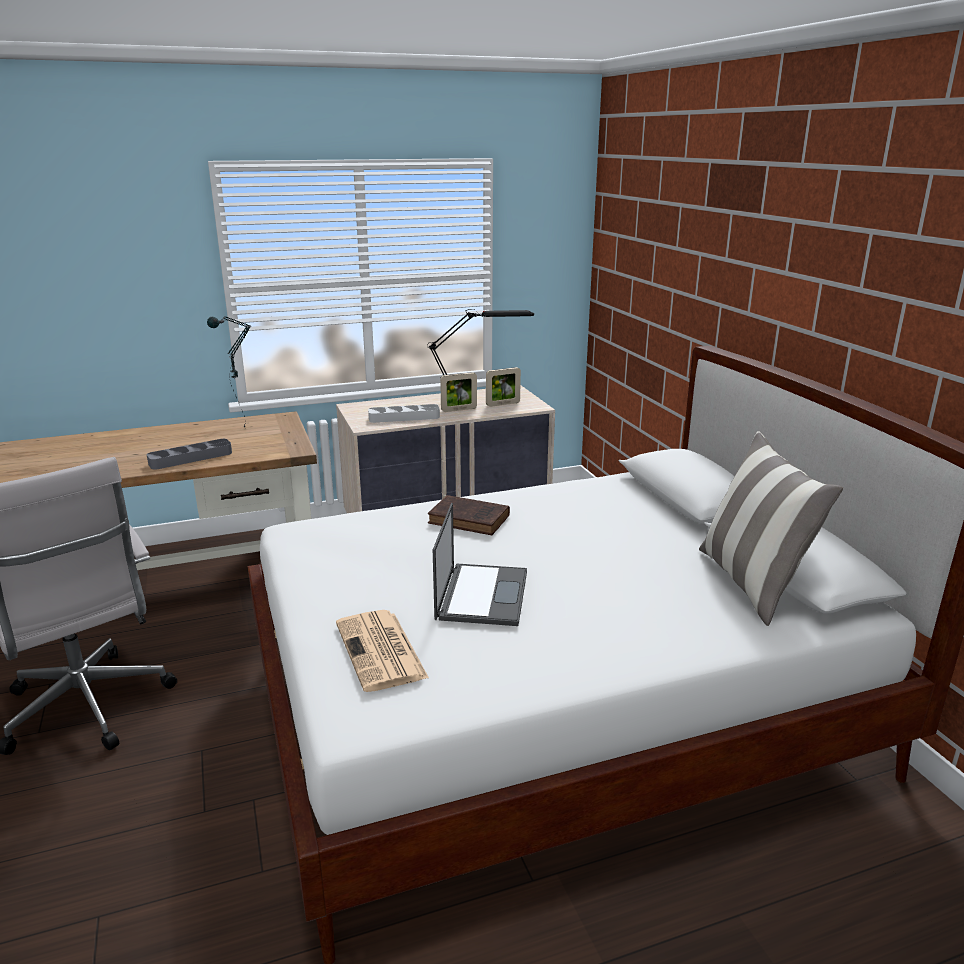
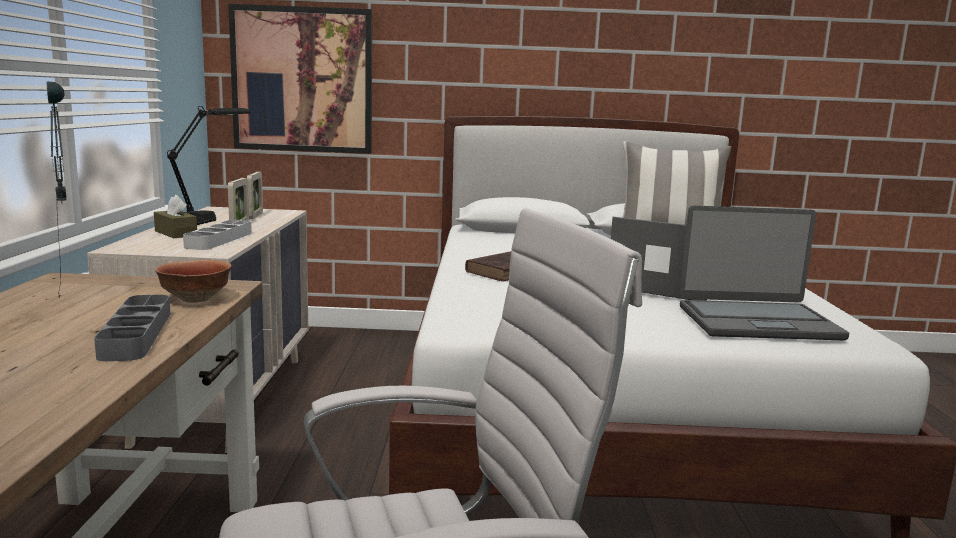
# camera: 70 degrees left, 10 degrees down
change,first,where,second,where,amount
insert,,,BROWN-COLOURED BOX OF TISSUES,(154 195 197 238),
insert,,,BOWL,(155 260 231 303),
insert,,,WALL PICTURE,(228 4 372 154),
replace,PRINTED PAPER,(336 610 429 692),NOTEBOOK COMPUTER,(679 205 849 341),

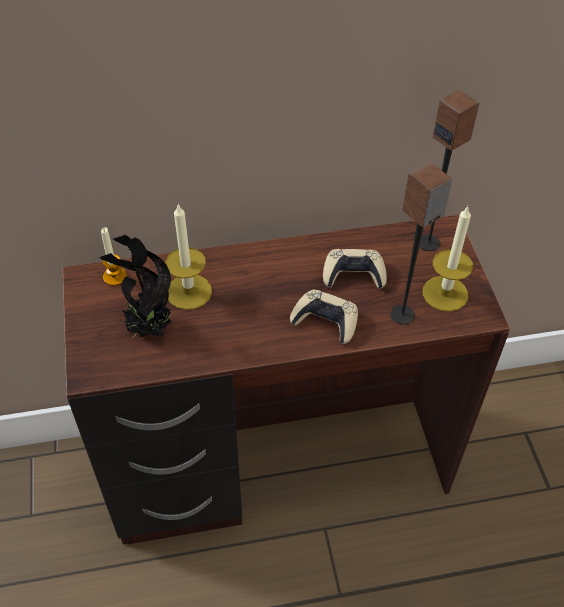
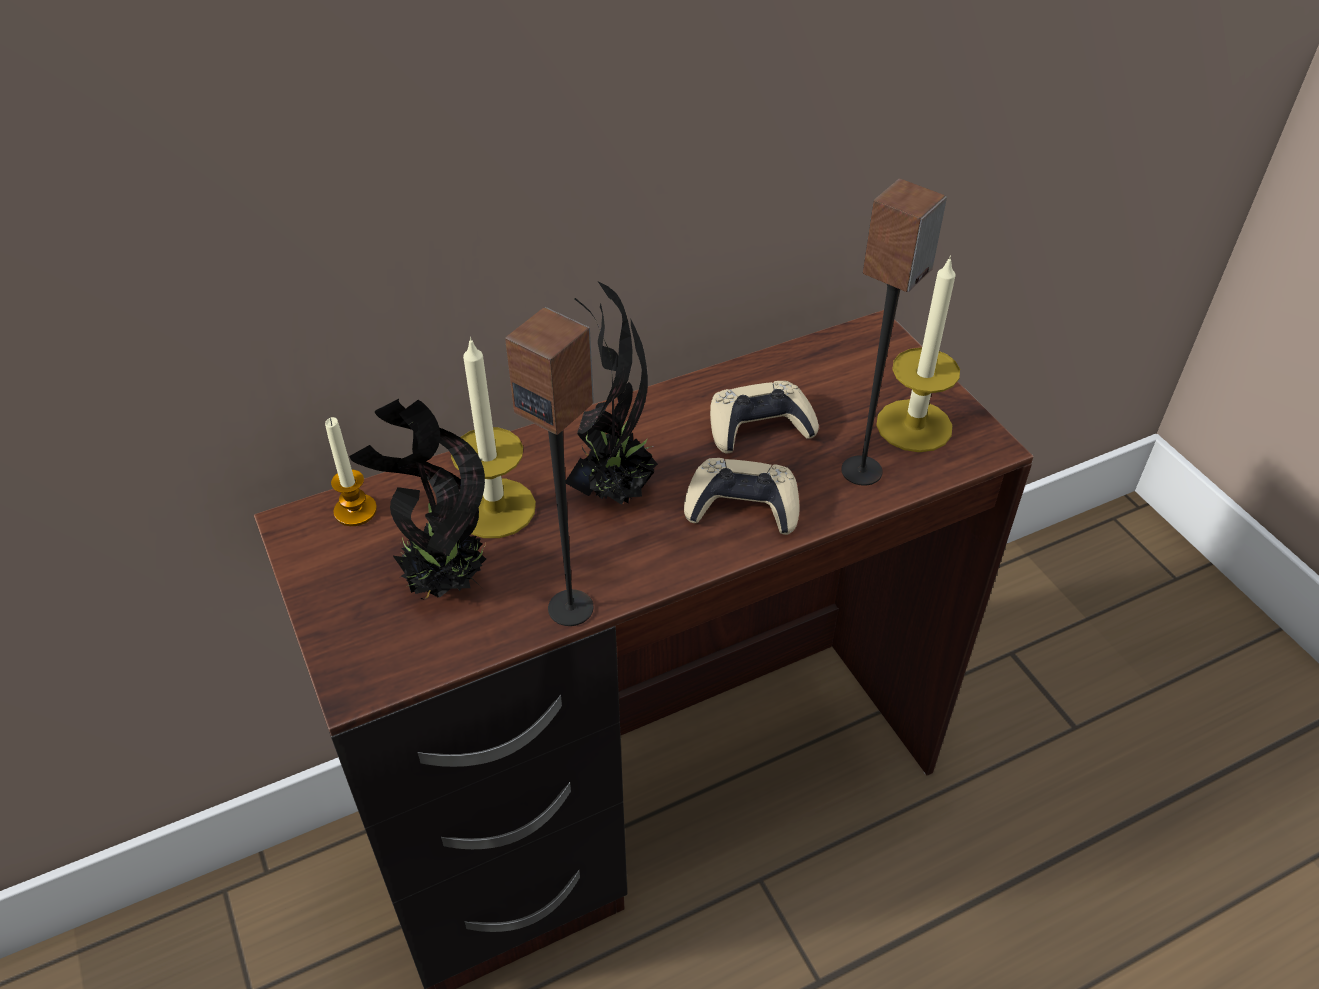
# camera: 15 degrees left, 5 degrees down
change,first,where,second,where,amount
move,LOUDSPEAKER,(419 90 480 251),,(505 307 594 626),
insert,,,PLANT IN A POT,(565 282 658 505),

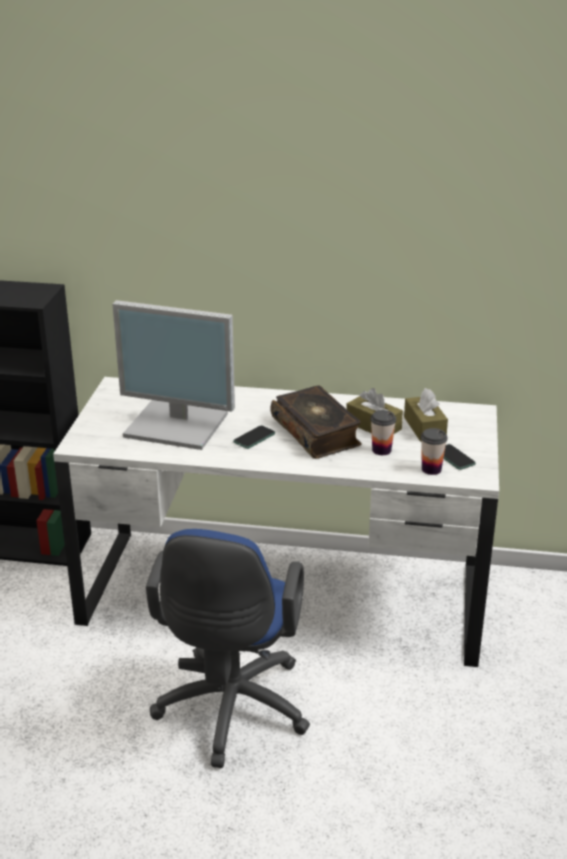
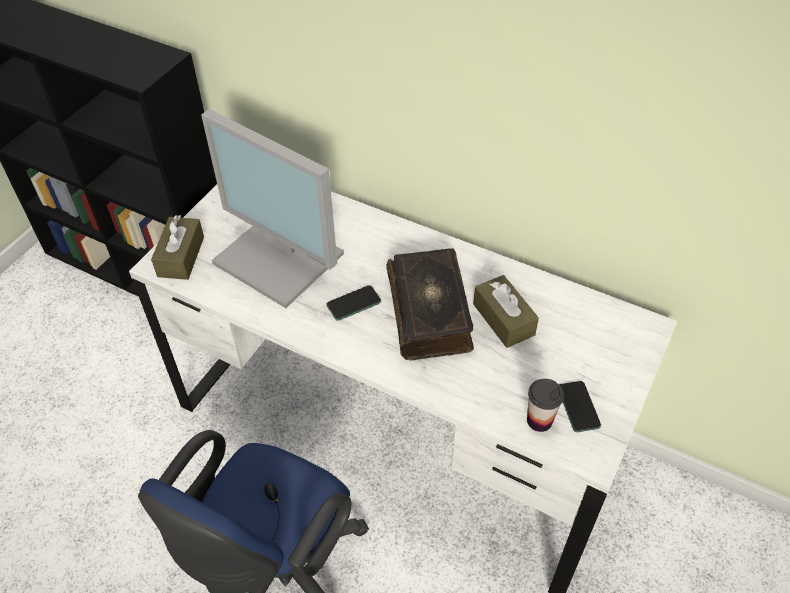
# camera: 20 degrees right, 20 degrees up
change,first,where,second,where,amount
move,BROWN-COLOURED BOX OF TISSUES,(404 388 448 442),,(151 215 204 280),
delete,CUP,(371 410 396 455),,,

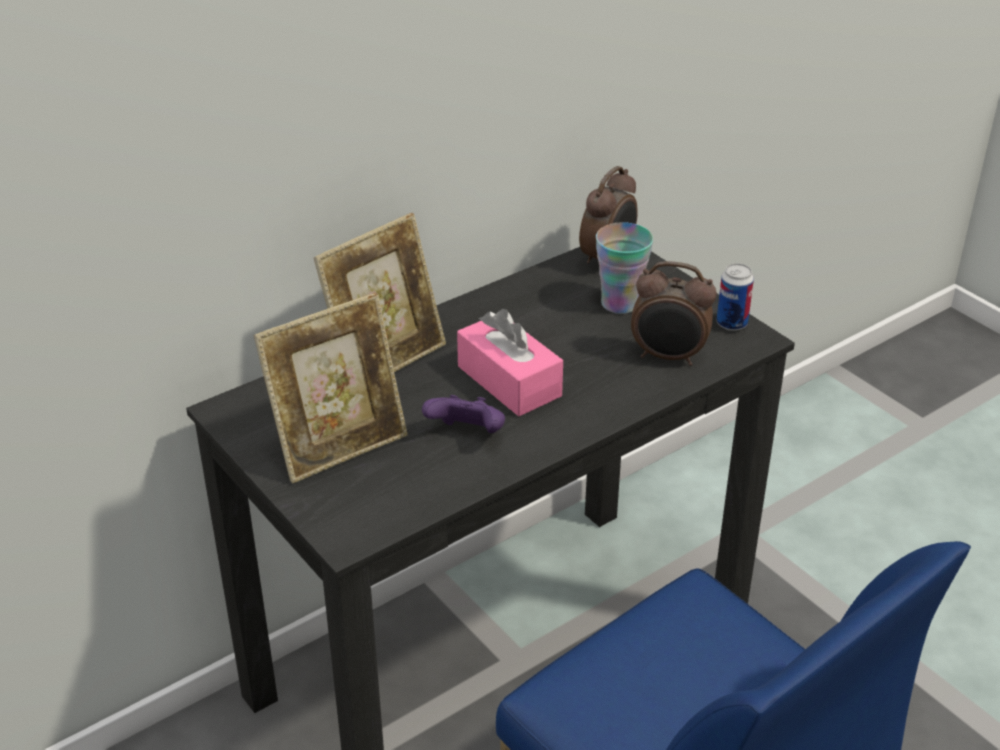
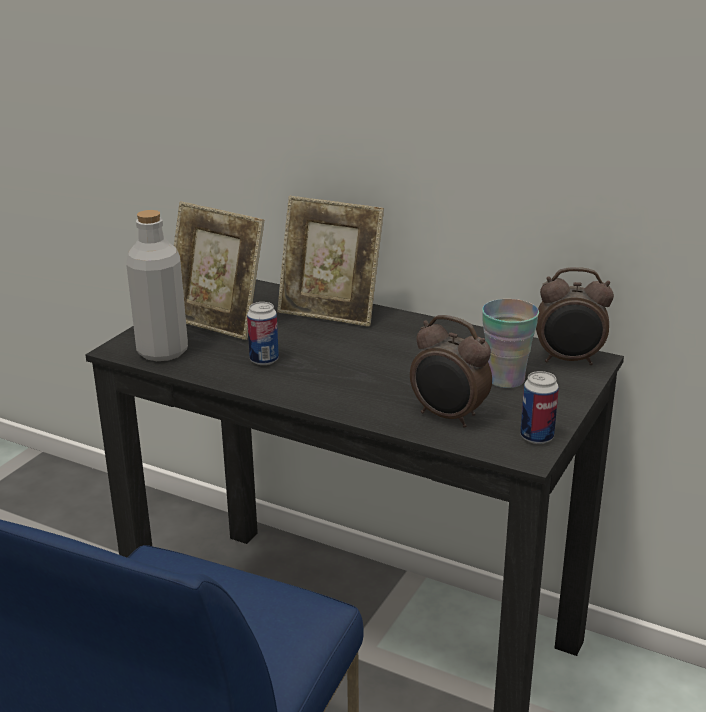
# camera: 65 degrees right, 10 degrees down
change,first,where,second,where,amount
insert,,,GRAY BOTTLE,(126 210 188 361),
replace,PURPLE-COLOURED JOYPAD,(422 395 505 433),METAL CAN,(247 302 279 365),
rotate,BEDSIDE CLOCK,(631 261 717 366),,(410 315 492 428),45 degrees counterclockwise
delete,PINK BOX OF TISSUES,(457 309 563 416),,,

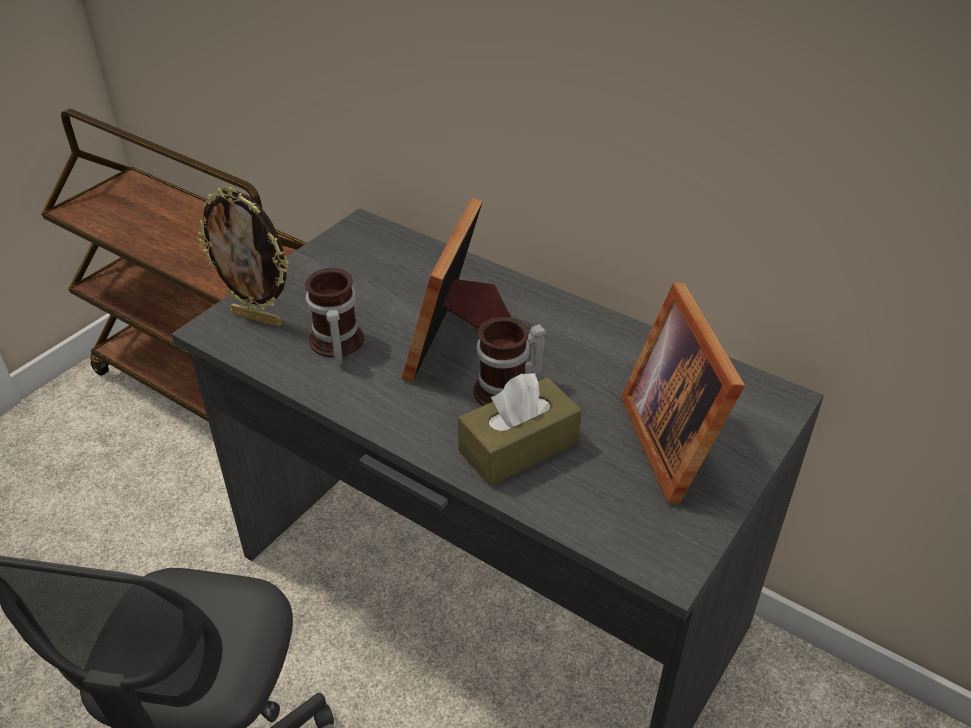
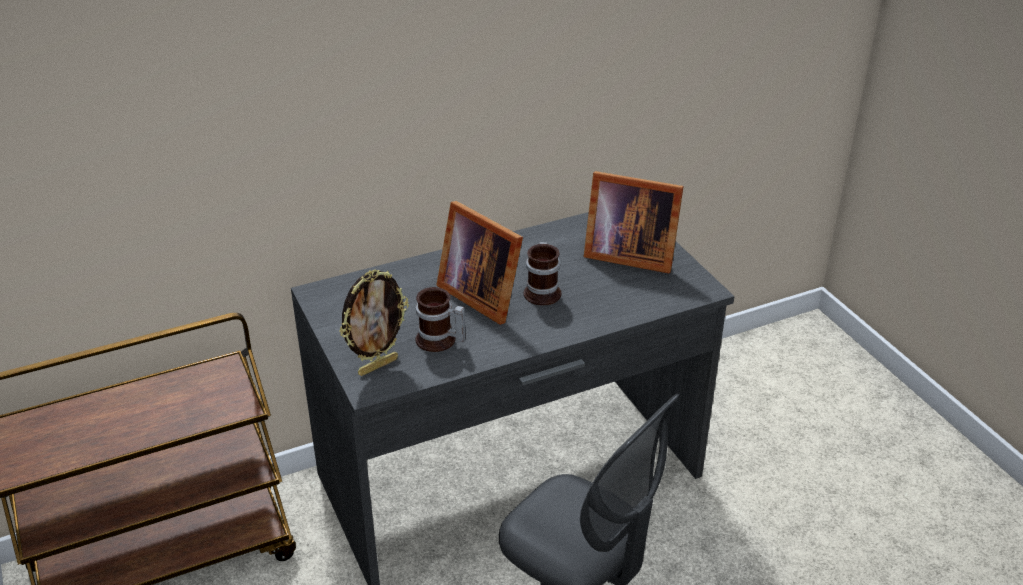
# camera: 60 degrees left, 5 degrees down
change,first,where,second,where,amount
delete,BROWN-COLOURED BOX OF TISSUES,(458 373 582 486),,,

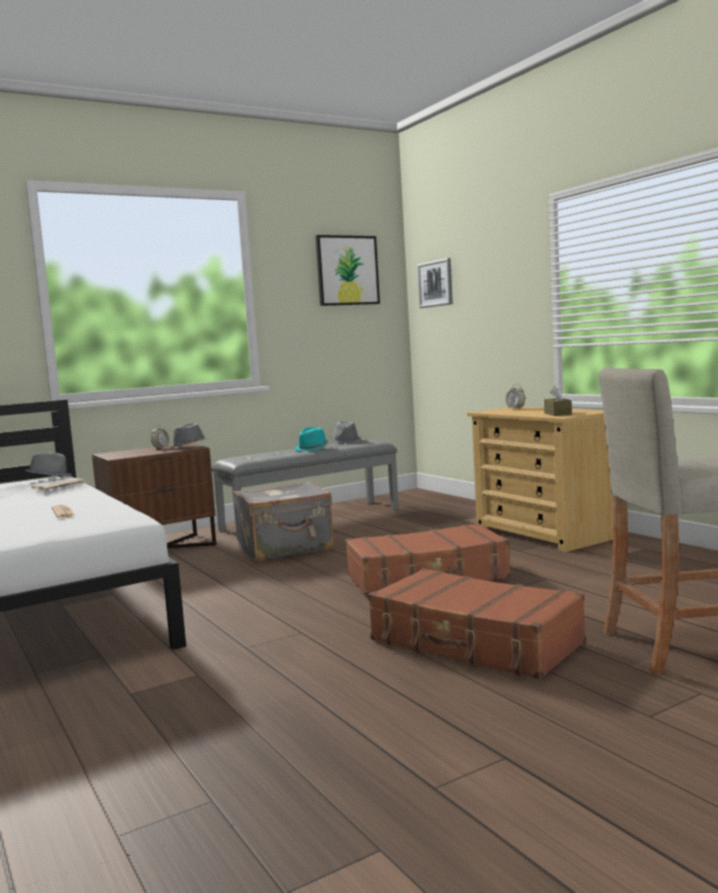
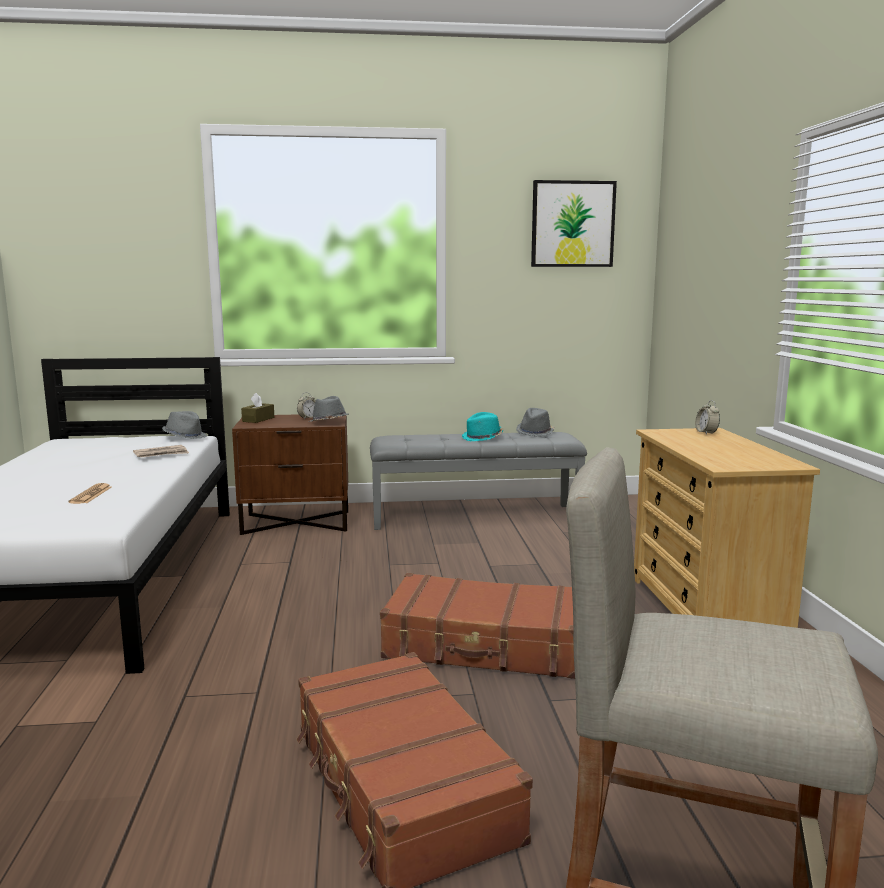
# camera: 25 degrees right, 5 degrees up
change,first,where,second,where,amount
move,BROWN-COLOURED BOX OF TISSUES,(544 386 572 416),,(241 393 274 423),
delete,GRAY TRAVEL CASE,(233 481 334 562),,,
delete,WALL PICTURE,(417 258 453 308),,,

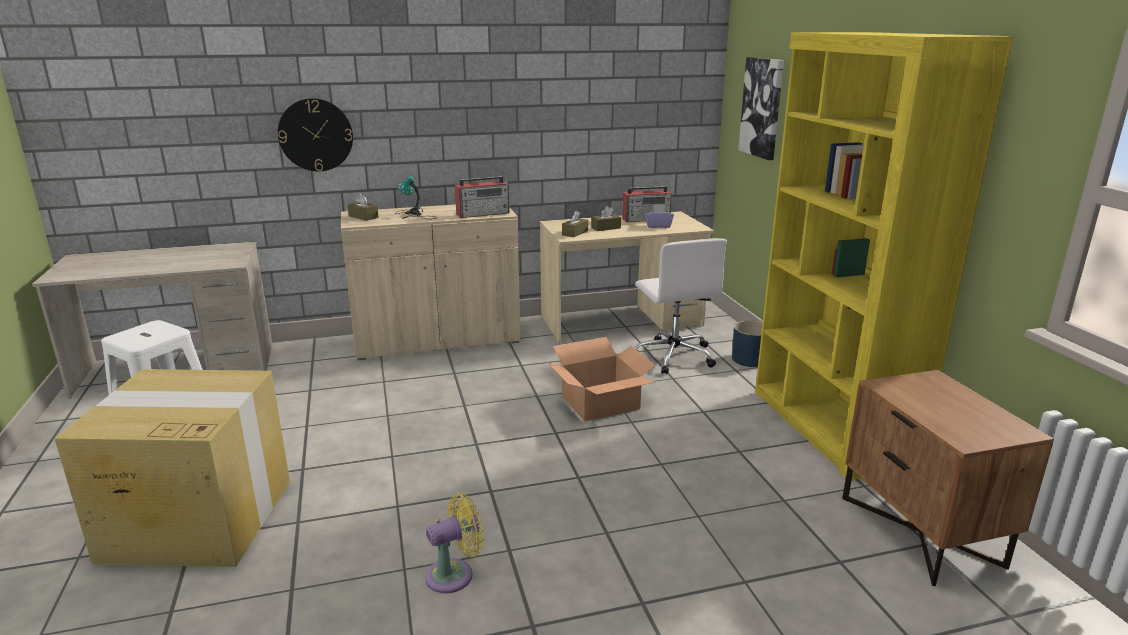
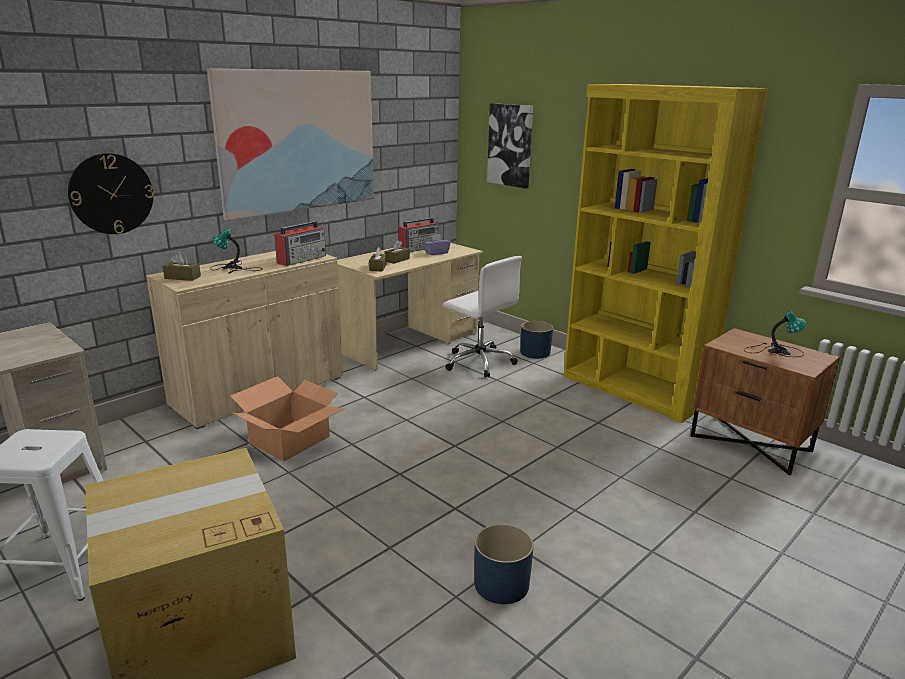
# camera: 30 degrees left, 0 degrees up
change,first,where,second,where,amount
insert,,,WALL PICTURE,(207 68 374 220),
move,CARDBOARD BOX,(547 337 656 422),,(230 376 345 461),
replace,YELLOW-COLOURED ELECTRIC FAN,(425 493 484 593),BLUISH PLANT POT,(474 524 534 604),
insert,,,TABLETOP LAMP,(744 311 807 357),

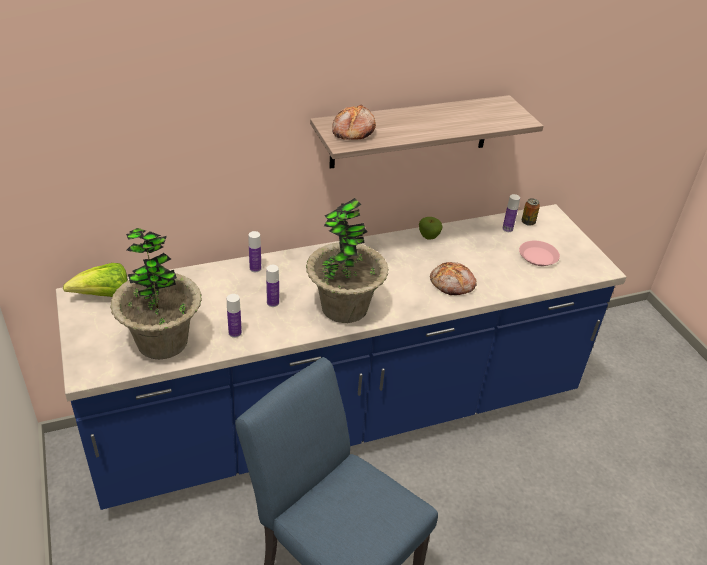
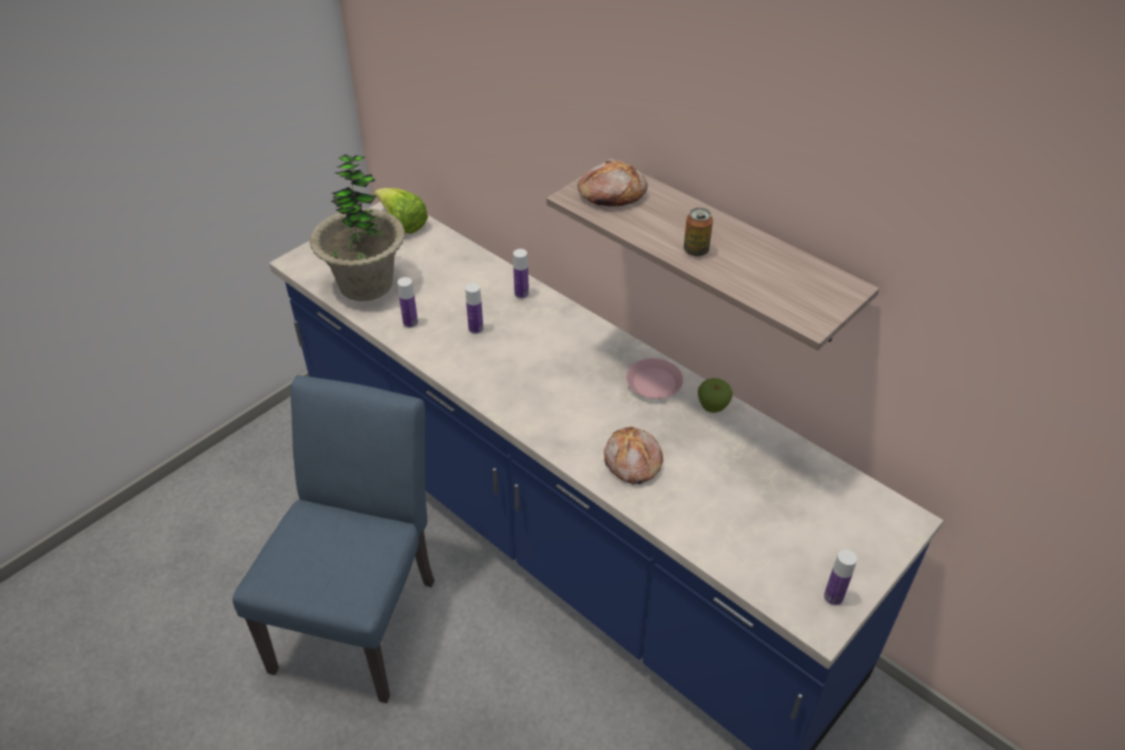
# camera: 65 degrees right, 5 degrees up
change,first,where,second,where,amount
move,PINK DINNER PLATE,(519 241 560 266),,(626 358 683 399),
move,METAL CAN,(522 198 540 226),,(684 208 713 256),
move,BOTTLE,(502 194 520 232),,(824 549 857 606),
delete,PLANT IN A POT,(306 198 389 323),,,

